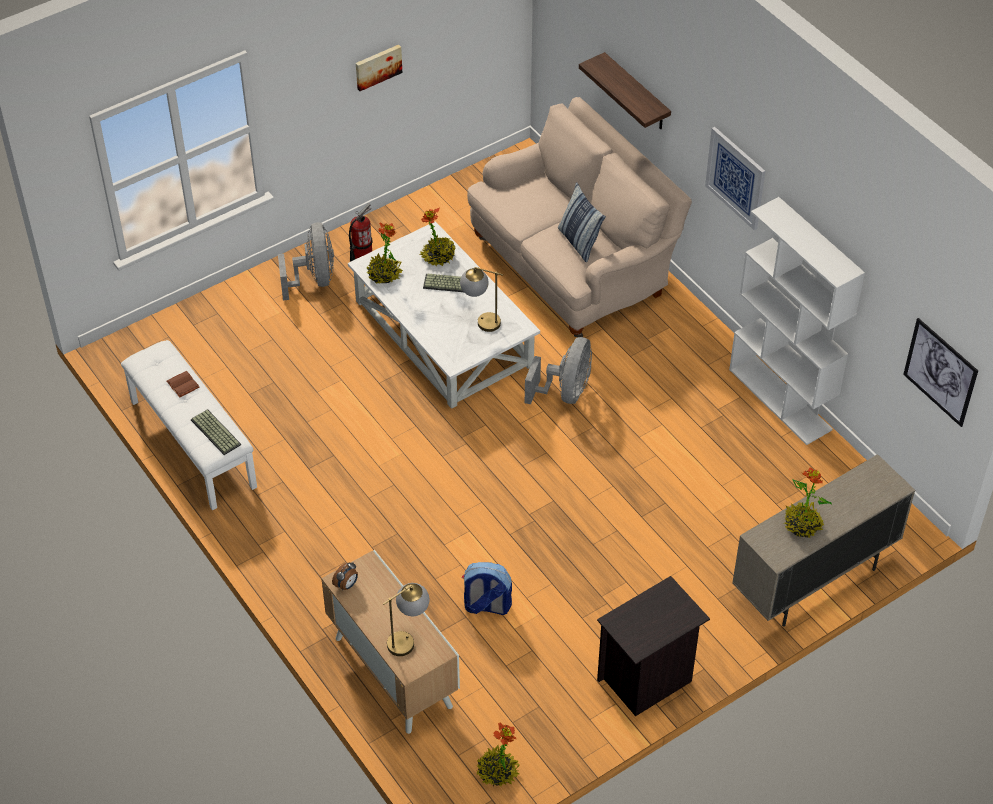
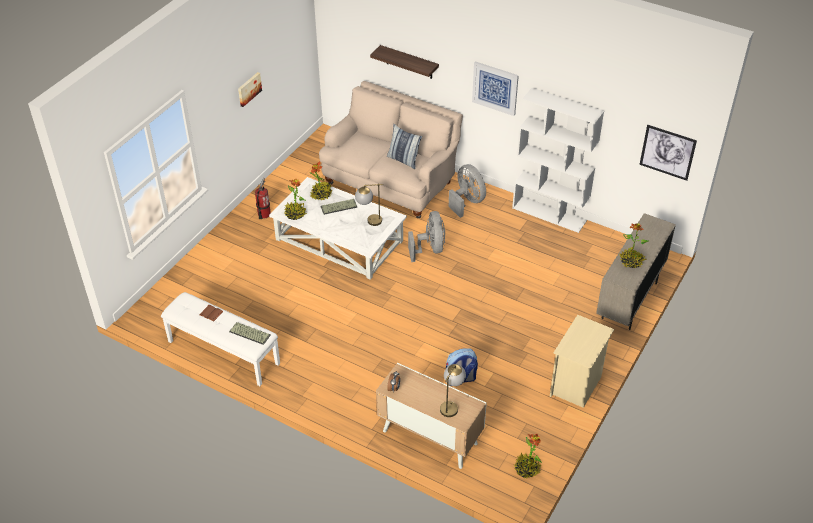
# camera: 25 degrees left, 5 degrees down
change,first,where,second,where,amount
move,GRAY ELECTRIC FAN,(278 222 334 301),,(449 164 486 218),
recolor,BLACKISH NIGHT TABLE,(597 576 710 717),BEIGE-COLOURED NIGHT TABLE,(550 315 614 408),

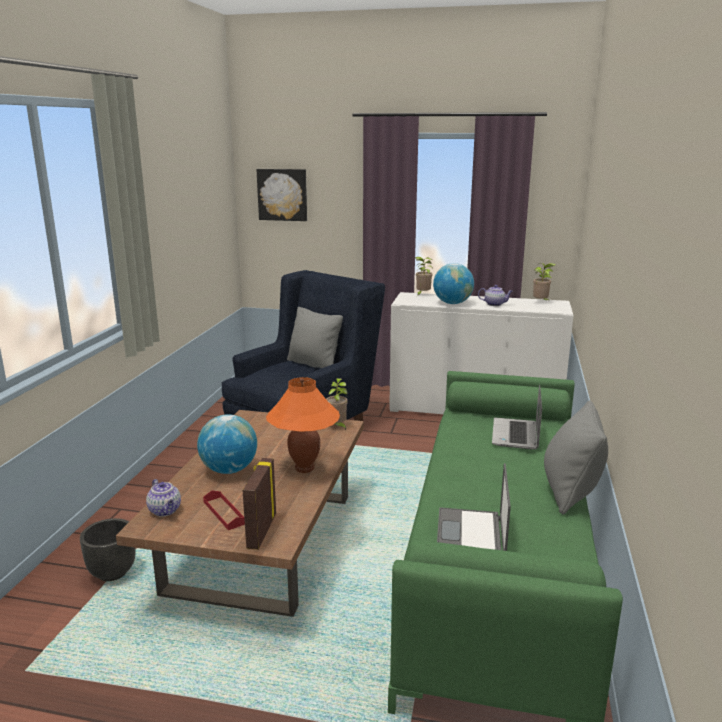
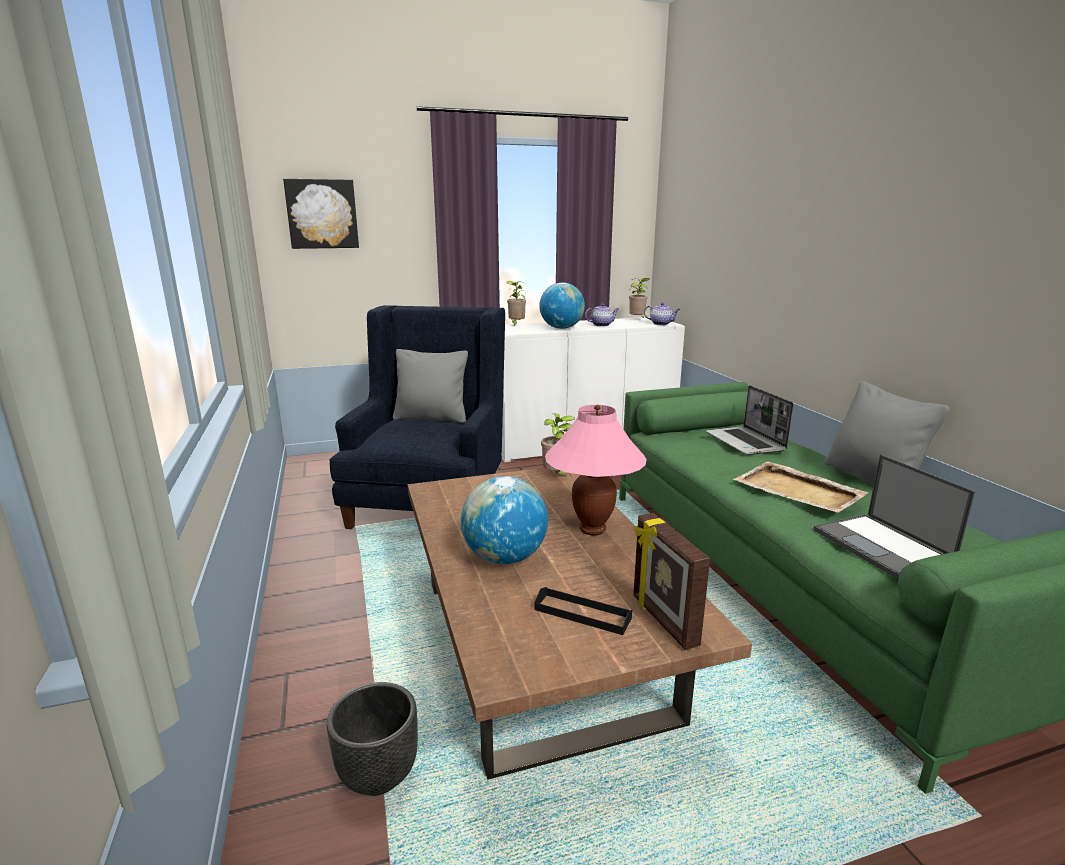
# camera: 30 degrees left, 0 degrees up
change,first,where,second,where,amount
recolor,RED-COLOURED CARRYING TRAY,(203 491 245 530),BLACKISH CARRYING TRAY,(534 587 632 635),
recolor,ORANGEY TABLETOP LAMP,(266 377 340 473),PINK TABLETOP LAMP,(545 405 647 535),
move,TEA POT,(146 479 181 517),,(644 302 680 325),
insert,,,BEIGE-COLOURED CARRYING TRAY,(733 462 869 513),

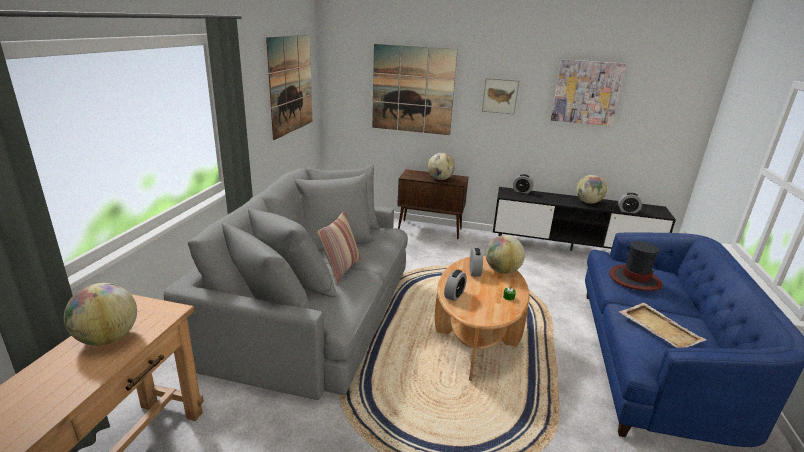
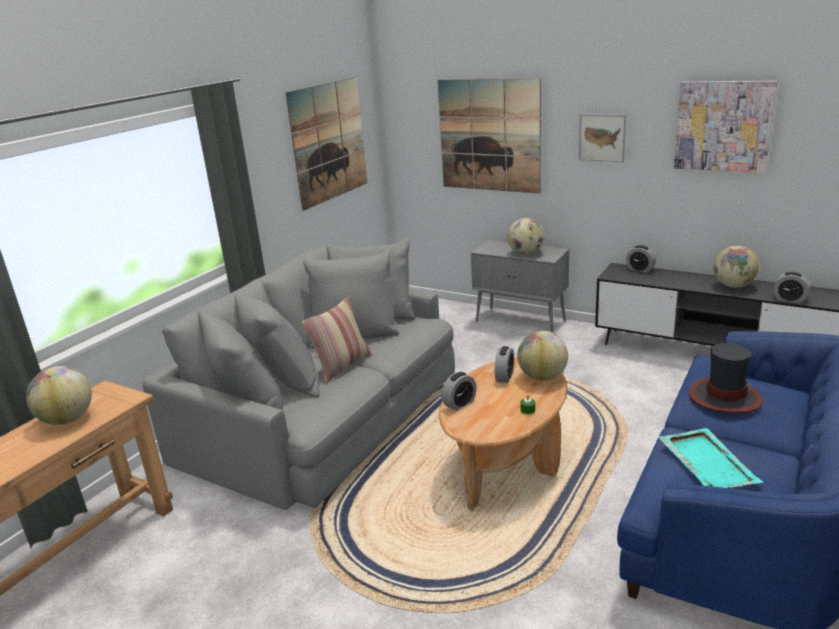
# camera: 20 degrees right, 0 degrees up
change,first,where,second,where,amount
recolor,BROWN-COLOURED CUPBOARD,(397 169 469 239),GRAY CUPBOARD,(471 240 569 333),
recolor,BEIGE-COLOURED CARRYING TRAY,(619 303 706 348),TURQUOISE-COLOURED CARRYING TRAY,(659 428 764 488),

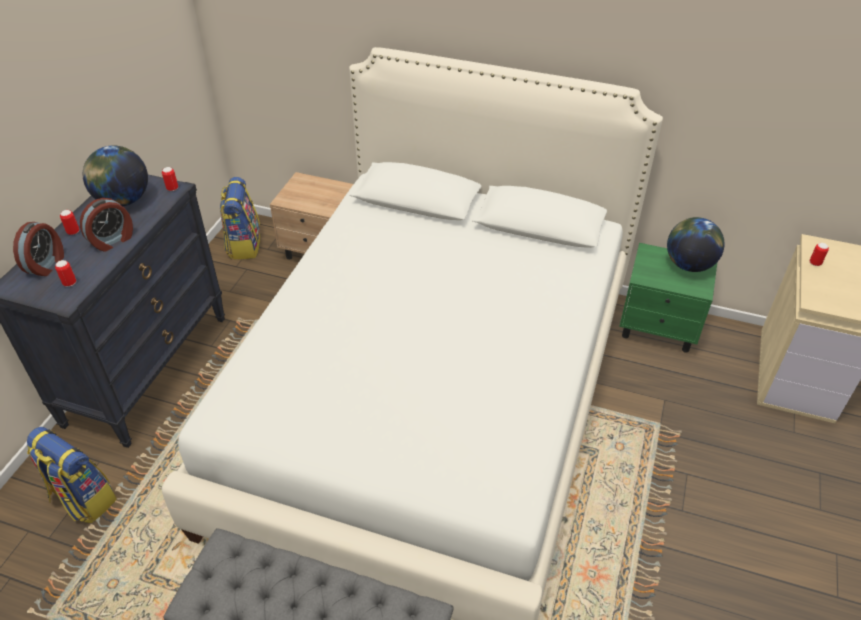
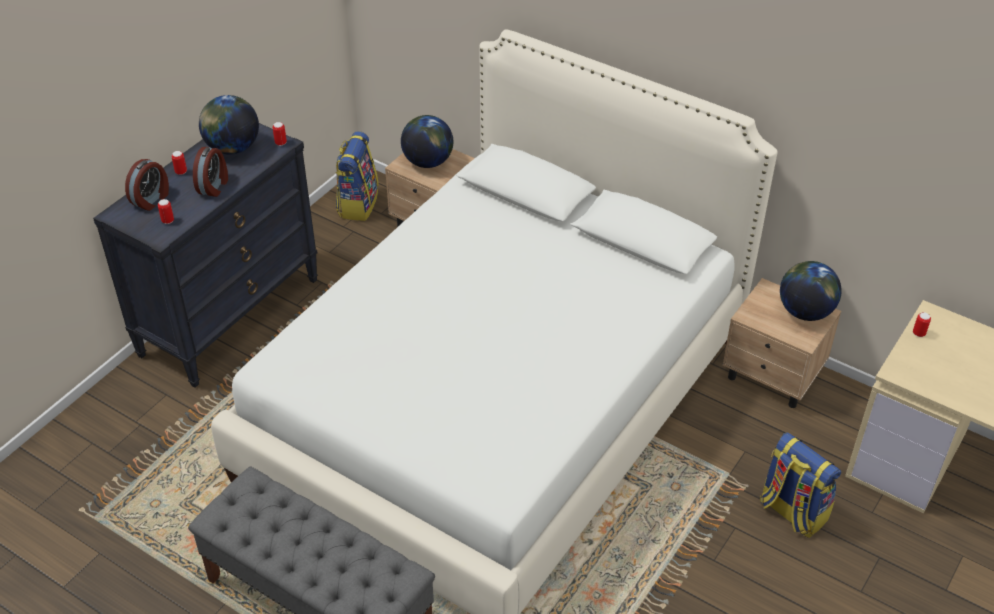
# camera: 15 degrees right, 0 degrees up
change,first,where,second,where,amount
rotate,BEDSIDE CLOCK,(80 198 133 252),,(193 147 228 197),45 degrees counterclockwise
insert,,,WORLD GLOBE,(401 115 453 168),
recolor,GREEN NIGHT TABLE,(619 243 717 353),BEIGE-COLOURED NIGHT TABLE,(723 278 841 408),
move,BACKPACK,(27 427 117 523),,(760 433 841 538),

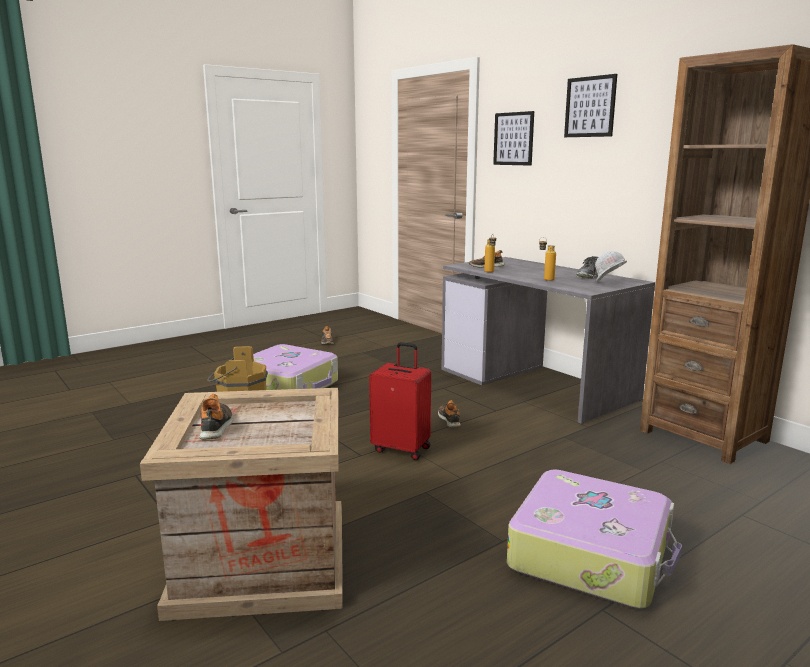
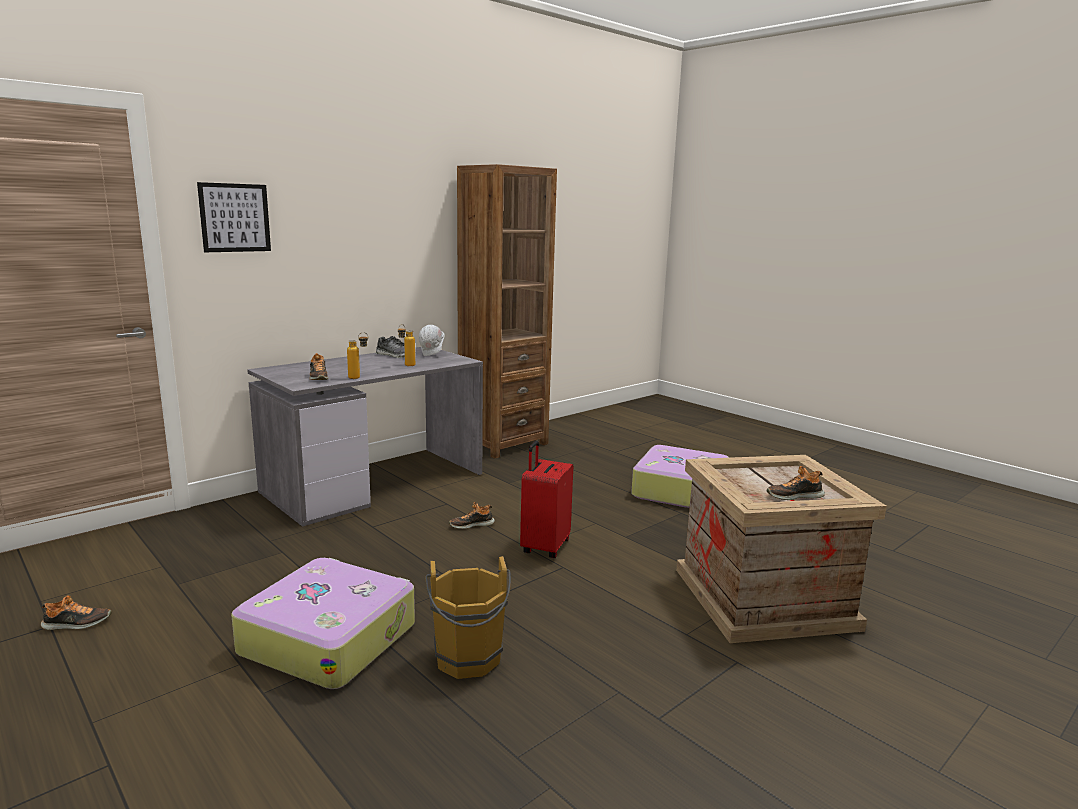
# camera: 95 degrees left, 0 degrees up
change,first,where,second,where,amount
delete,WALL PICTURE,(564 74 617 137),,,

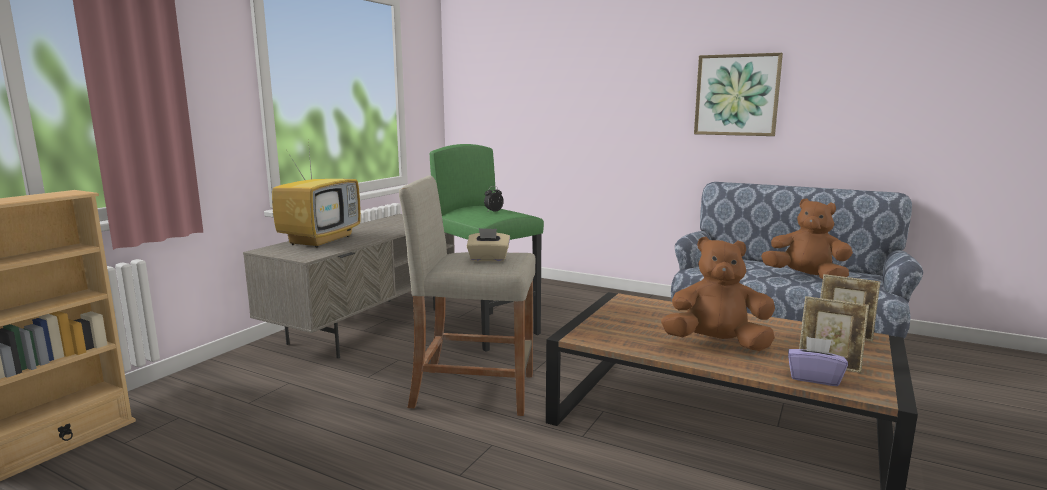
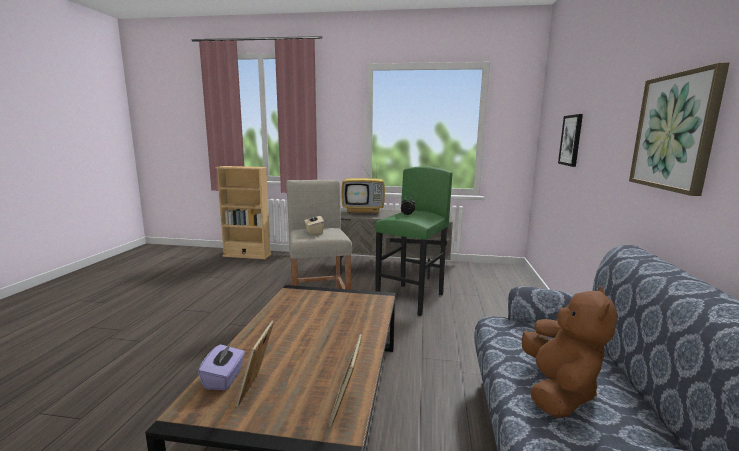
# camera: 70 degrees right, 0 degrees up
change,first,where,second,where,amount
insert,,,WALL PICTURE,(558 114 583 167),
delete,BROWN-COLOURED CUDDLY TOY,(661 237 775 351),,,

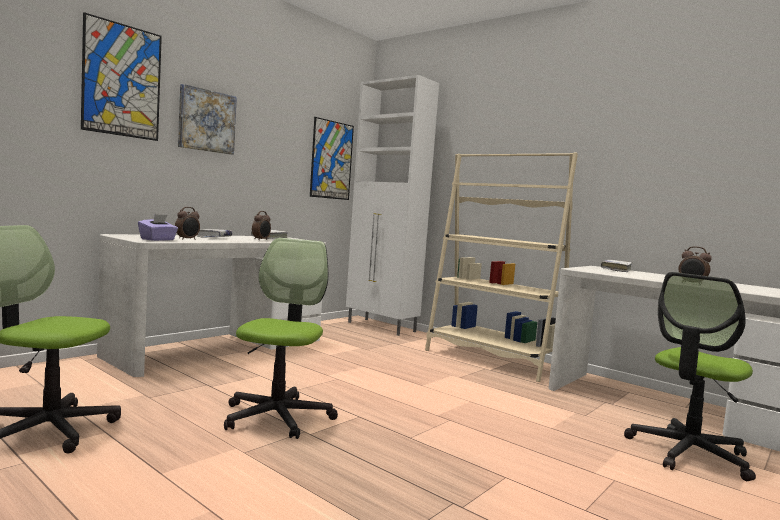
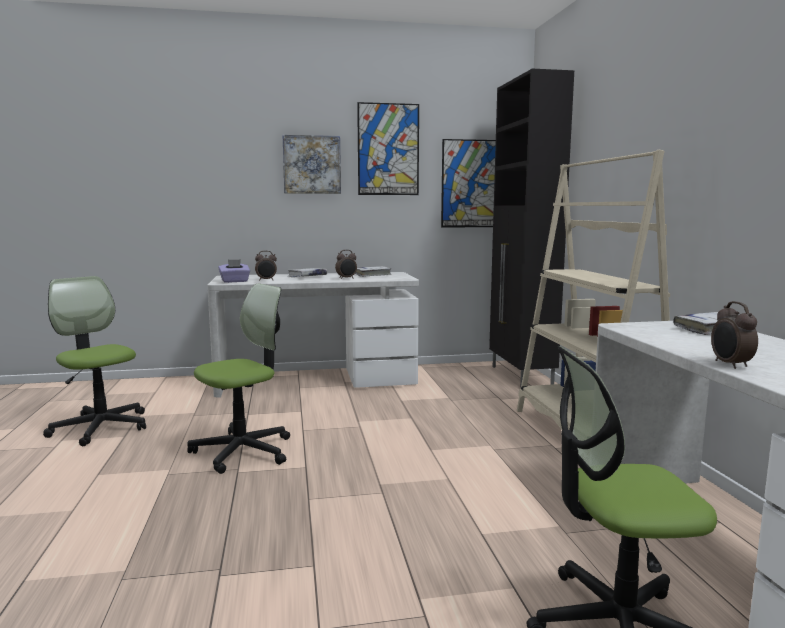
# camera: 40 degrees right, 5 degrees up
change,first,where,second,where,amount
move,WALL PICTURE,(81 12 162 141),,(357 102 419 195),
recolor,WHITE-COLOURED CUPBOARD,(346 75 439 336),BLACKISH CUPBOARD,(489 69 574 389),

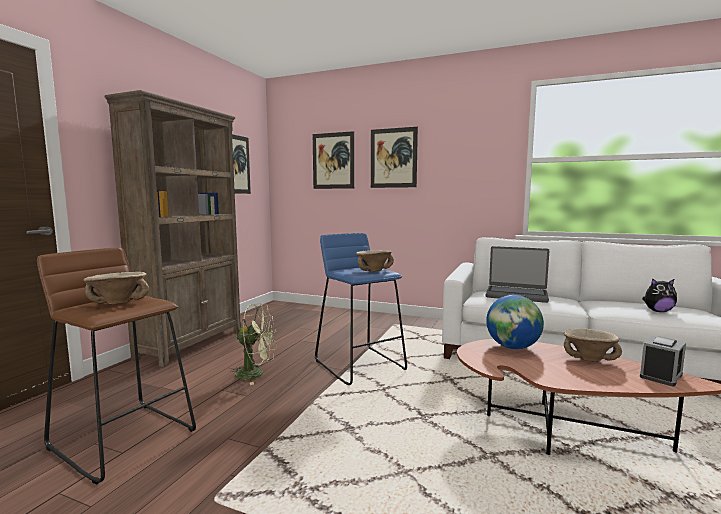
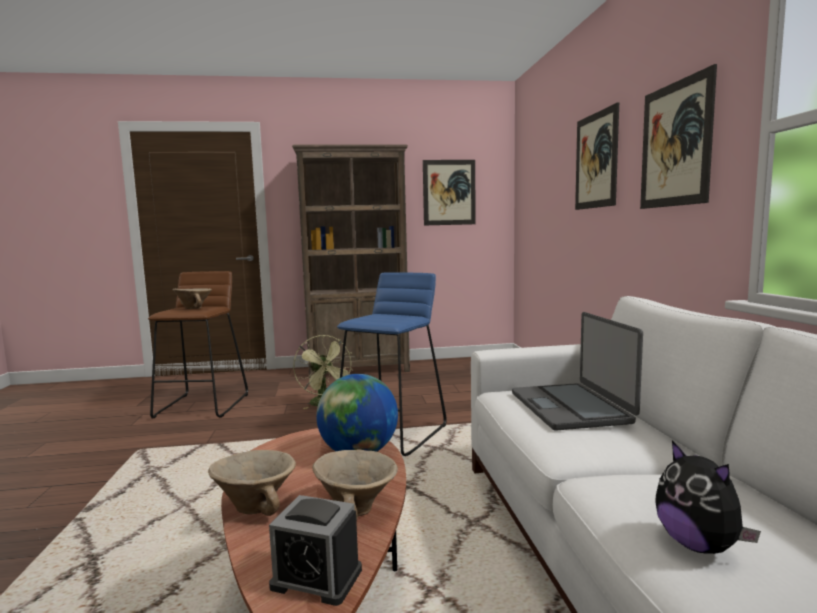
# camera: 60 degrees right, 0 degrees up
change,first,where,second,where,amount
move,BEIGE-COLOURED BOWL,(356 250 394 272),,(208 450 296 516),
move,WALL PICTURE,(313 131 354 189),,(640 64 717 209),

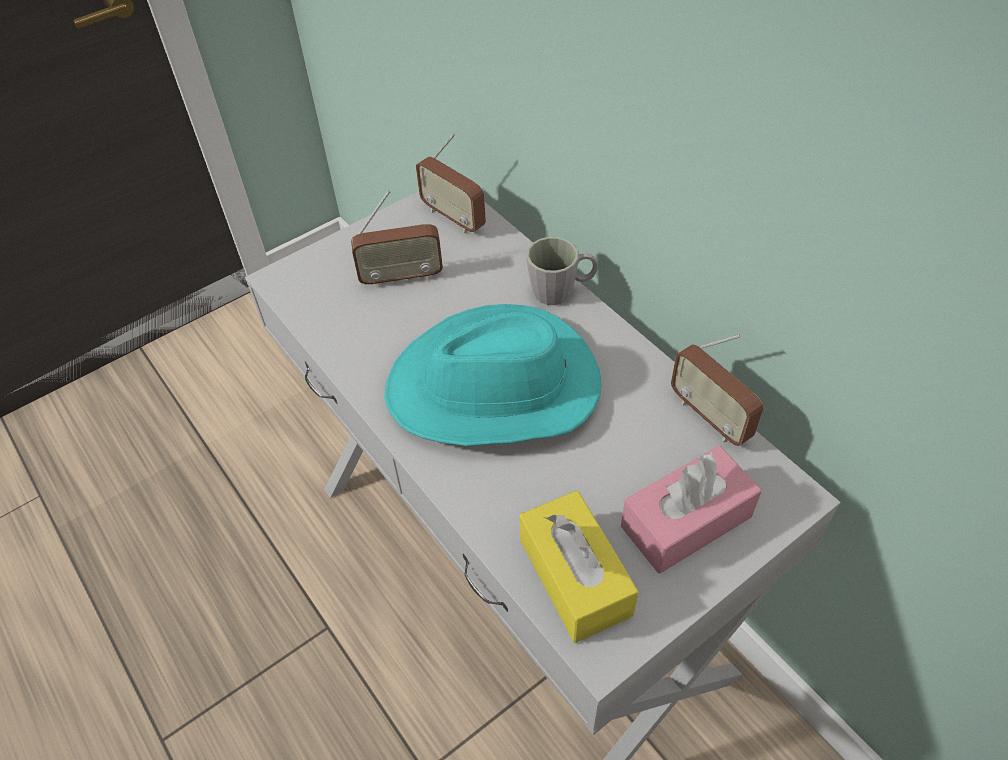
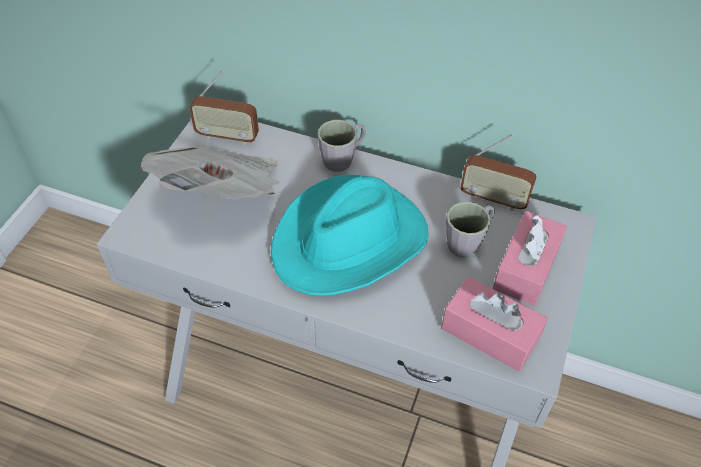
# camera: 35 degrees left, 0 degrees up
change,first,where,second,where,amount
replace,RADIO,(351 190 443 288),PRINTED PAPER,(141 145 279 200),
recolor,YELLOW-COLOURED BOX OF TISSUES,(519 490 639 643),PINK BOX OF TISSUES,(441 277 548 372),
insert,,,GRAY MUG,(446 202 495 258),

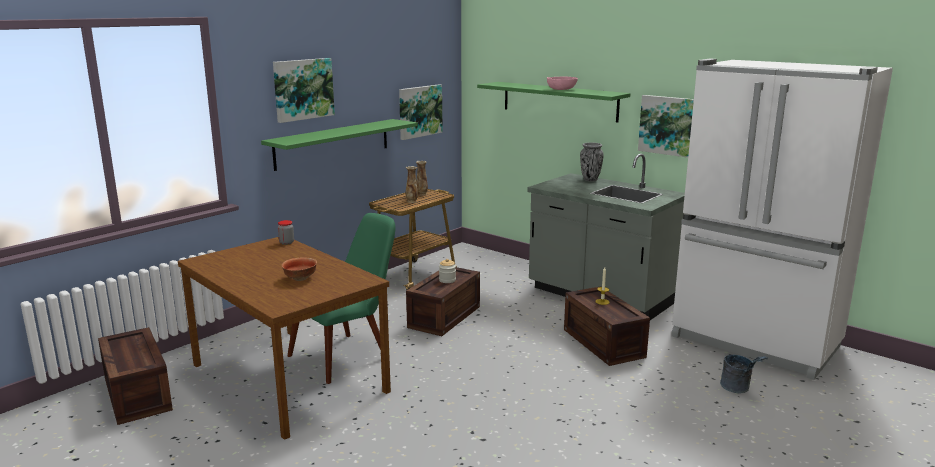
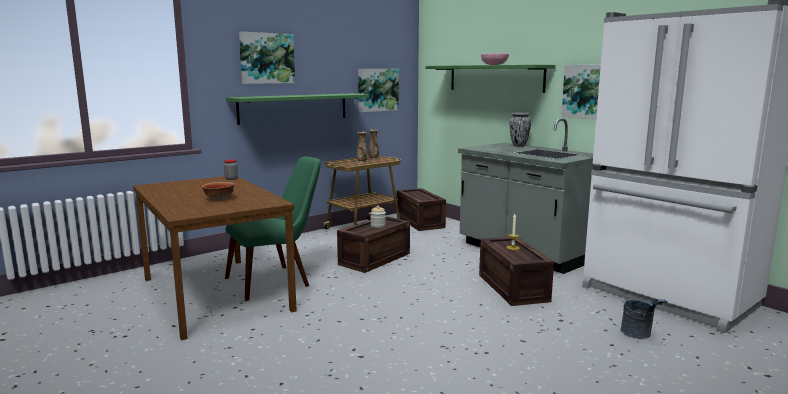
# camera: 10 degrees right, 5 degrees down
change,first,where,second,where,amount
move,SHIPPING CRATE,(98 327 173 425),,(397 188 446 231),

